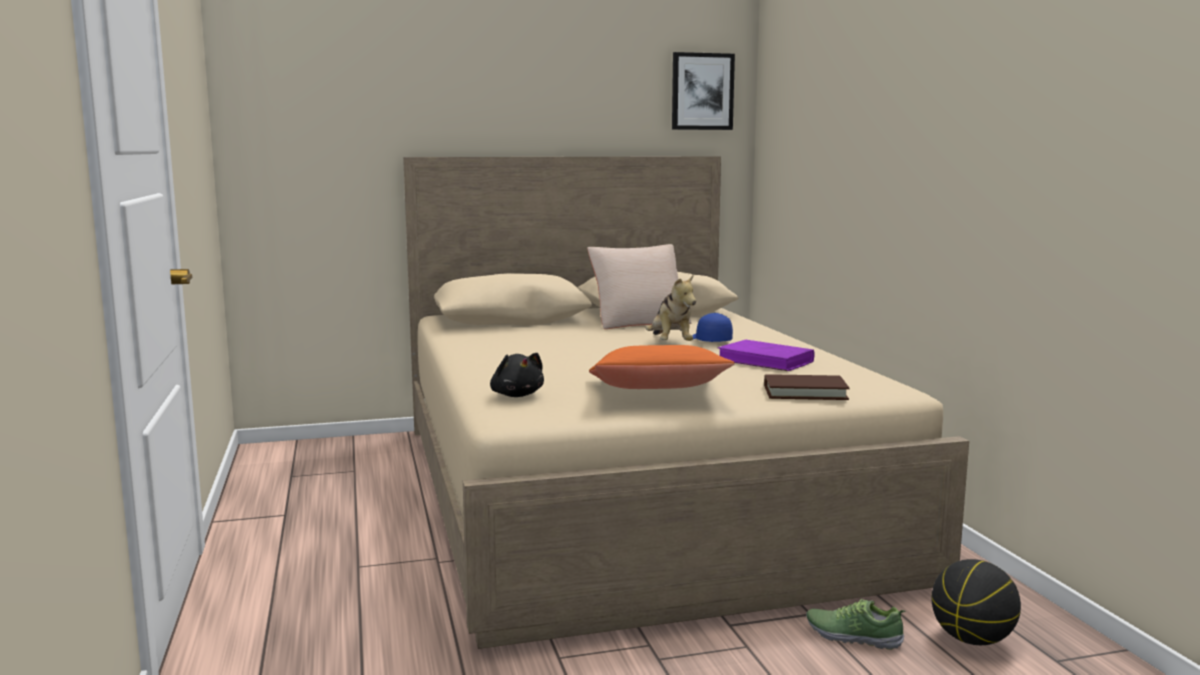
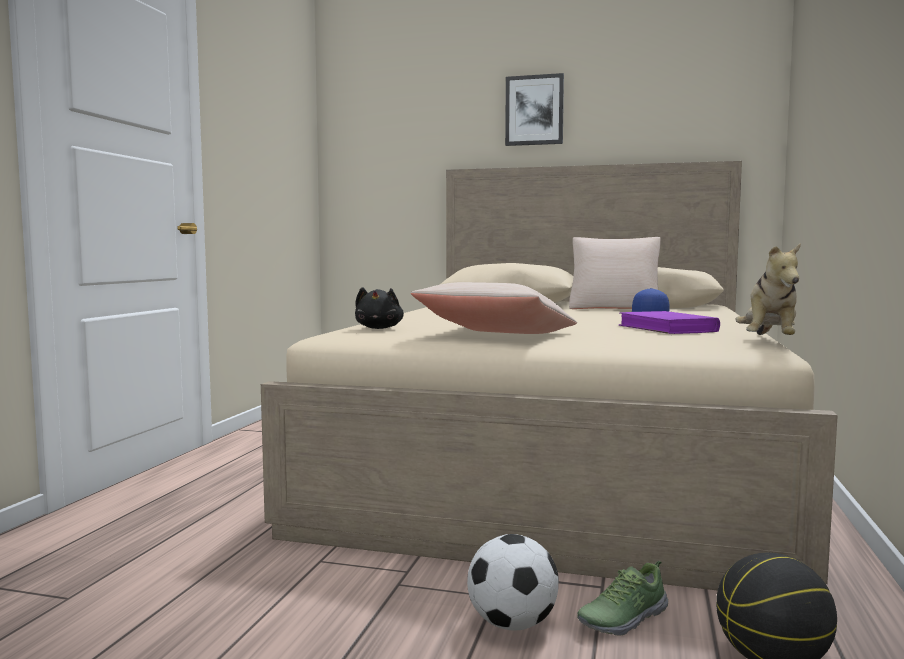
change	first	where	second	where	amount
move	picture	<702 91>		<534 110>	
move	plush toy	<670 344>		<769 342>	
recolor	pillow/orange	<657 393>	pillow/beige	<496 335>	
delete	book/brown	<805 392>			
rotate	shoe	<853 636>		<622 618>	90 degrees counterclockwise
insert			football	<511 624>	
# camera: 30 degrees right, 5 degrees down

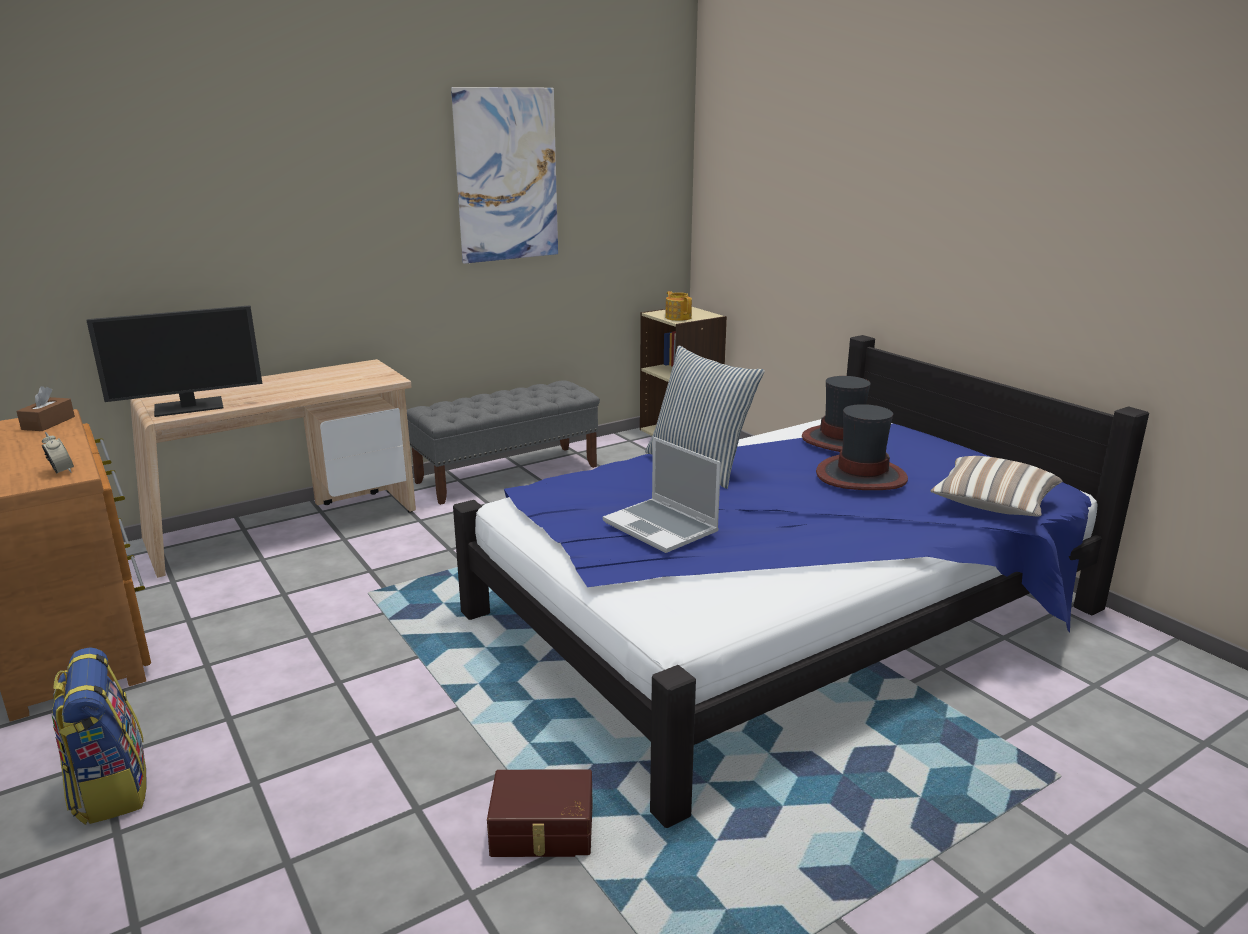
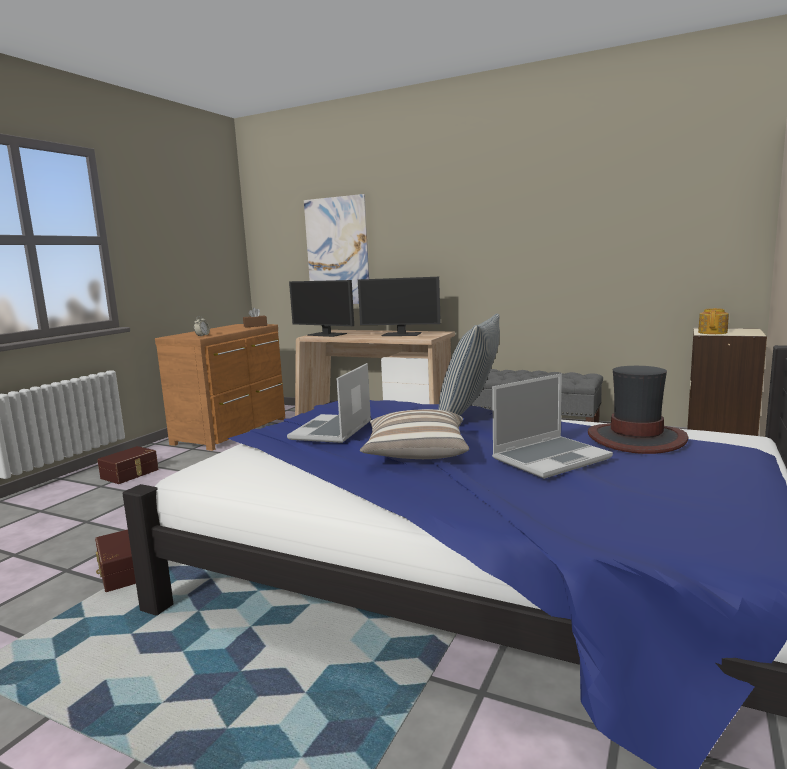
change	first	where	second	where	amount
move	picture	<507 175>		<337 251>	
replace	hat	<860 476>	laptop	<551 458>	
move	pillow	<993 505>		<416 454>	
replace	backpack	<110 788>	storage box/brown	<130 474>	
insert			monitor	<402 334>	
# camera: 60 degrees right, 10 degrees down

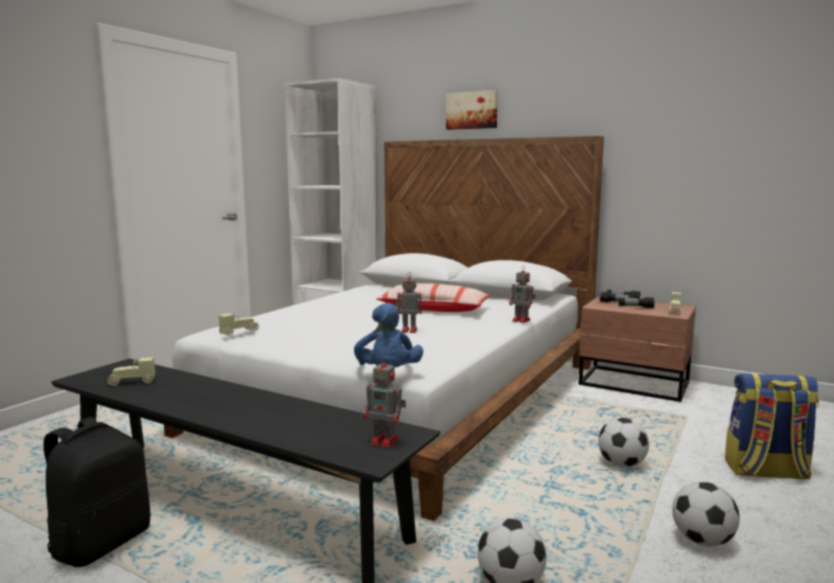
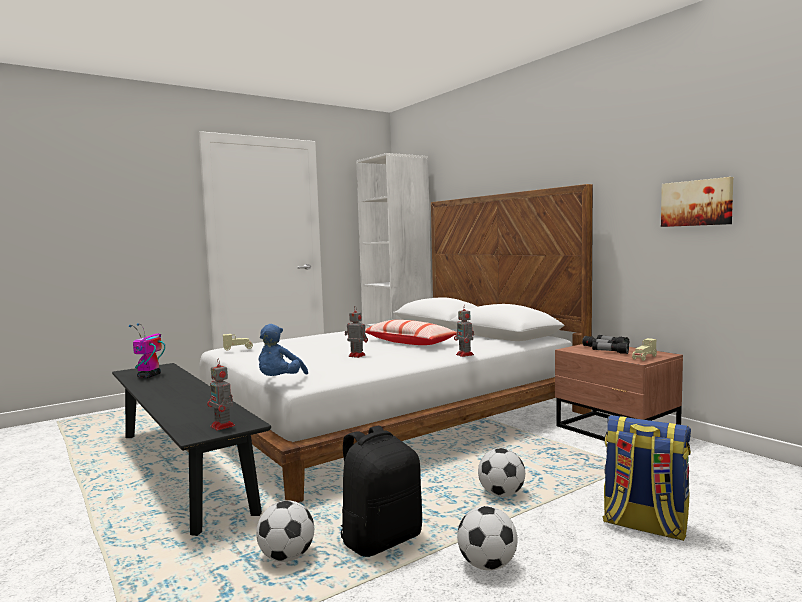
change	first	where	second	where	amount
move	picture	<472 110>		<696 203>	
replace	toy car/beige	<132 382>	toy robot	<149 376>	
move	backpack/black	<101 543>		<381 539>	
# camera: 25 degrees right, 5 degrees down

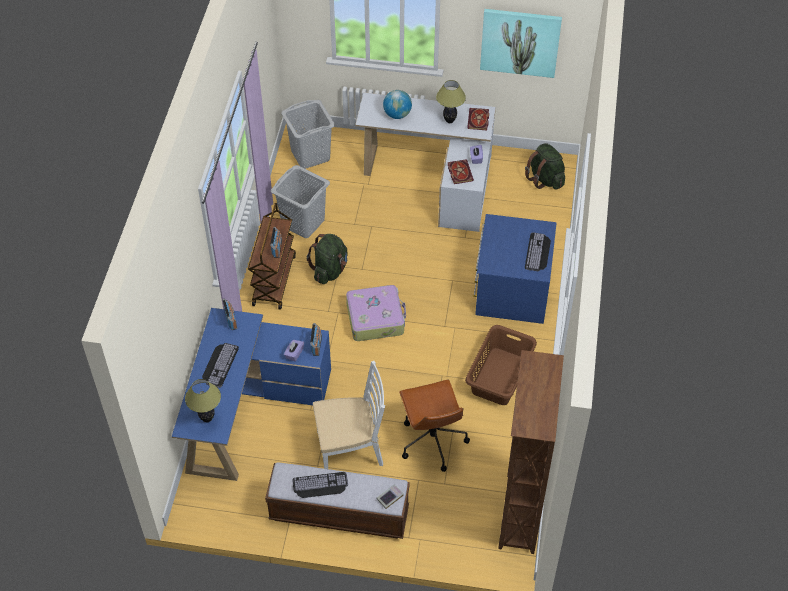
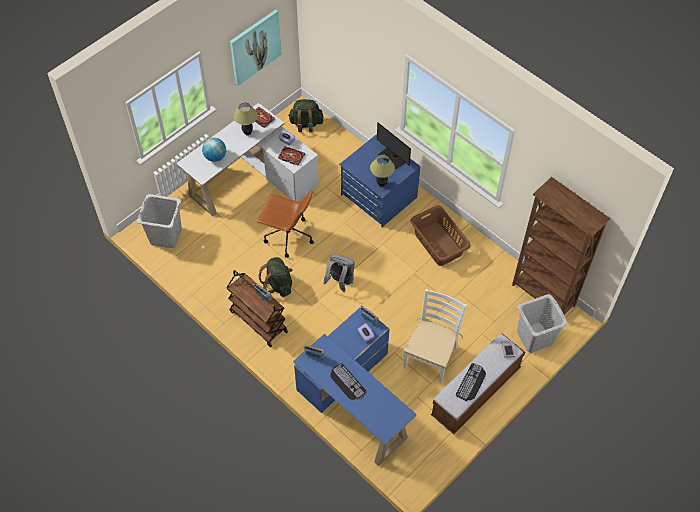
change	first	where	second	where	amount
move	laundry basket/grey	<303 222>		<534 337>	
replace	keyboard	<538 252>	monitor	<393 157>	
replace	suitcase	<375 318>	backpack/grey	<340 282>	
move	table lamp	<207 418>		<381 184>	
move	office chair/brown	<432 440>		<287 236>	
# camera: 55 degrees left, 5 degrees up

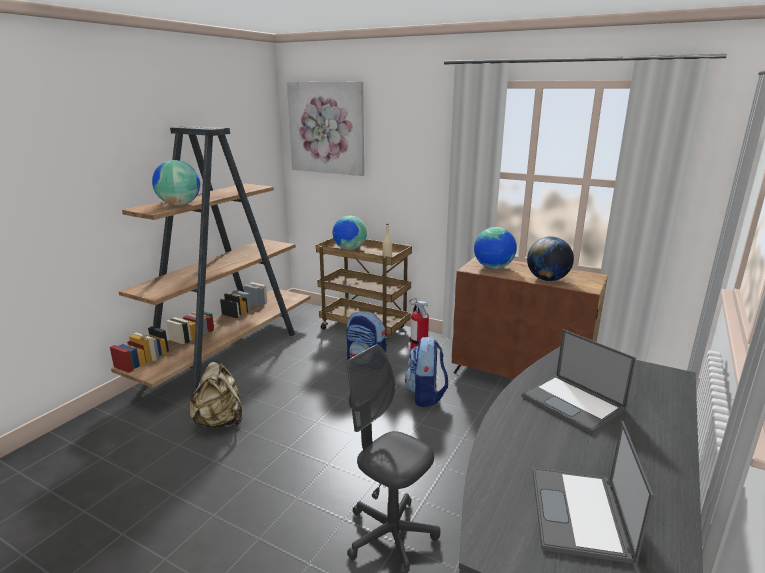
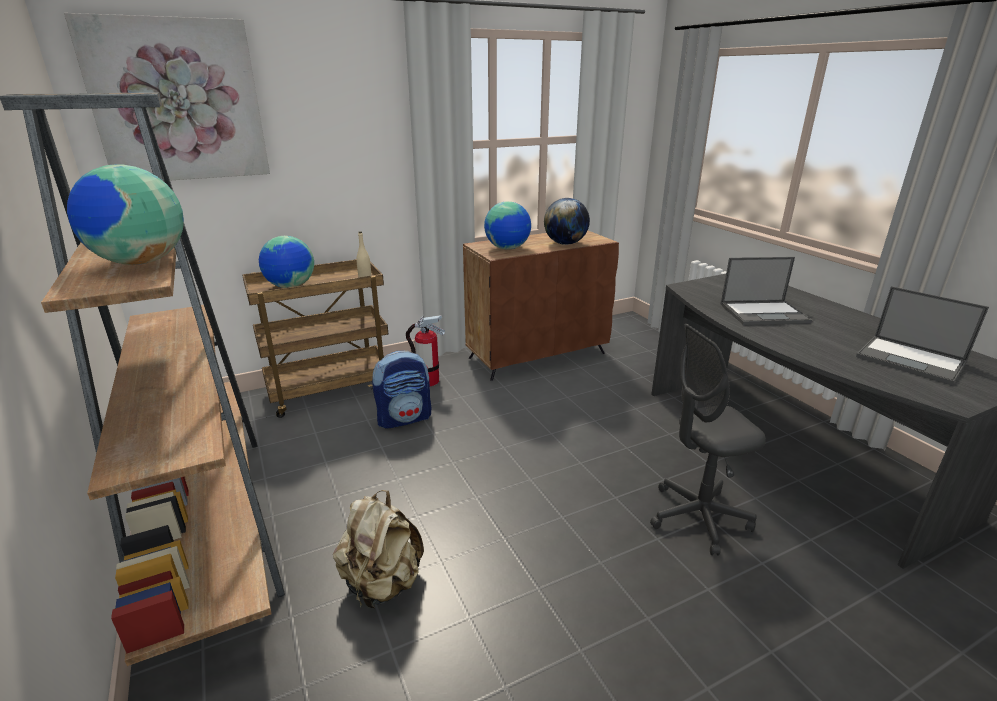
change	first	where	second	where	amount
delete	backpack	<426 395>			
# camera: 55 degrees left, 5 degrees up

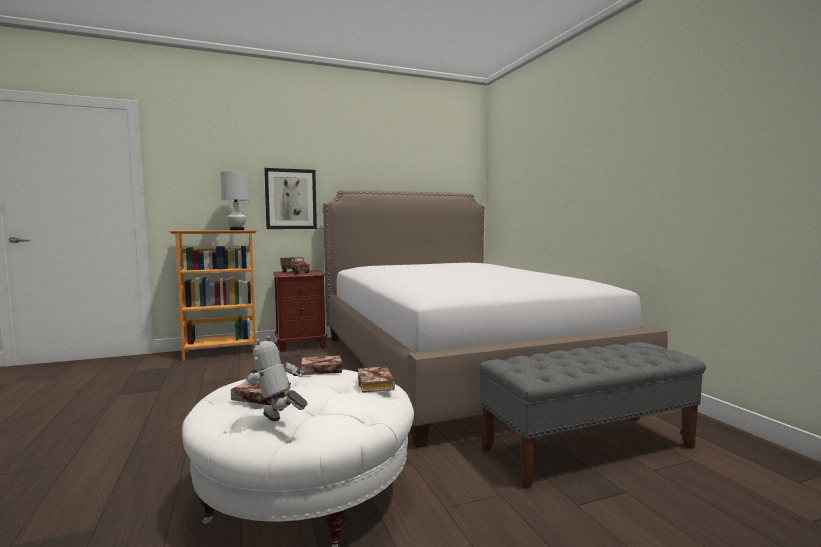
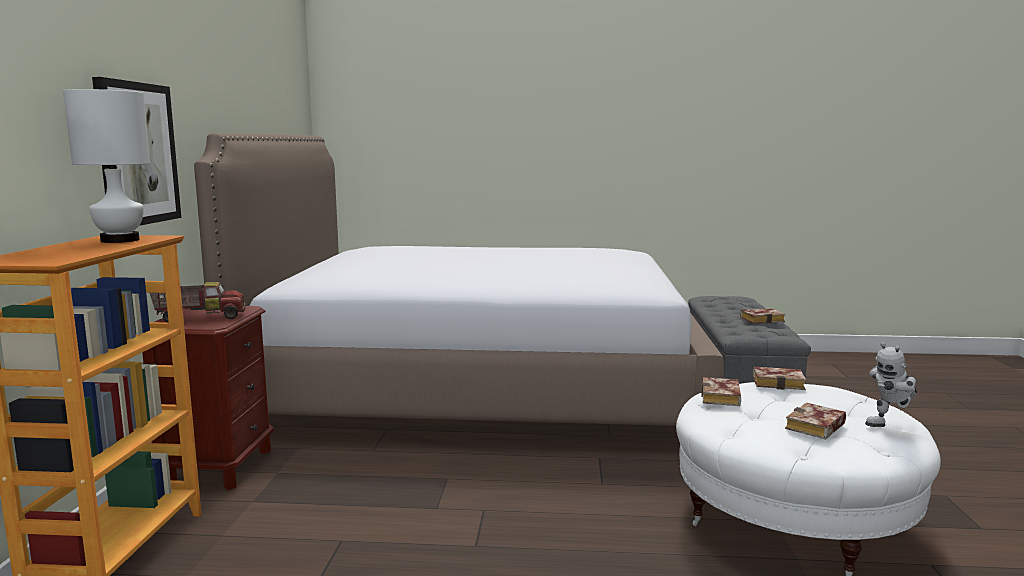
change	first	where	second	where	amount
insert			book	<763 320>	
# camera: 65 degrees left, 5 degrees up

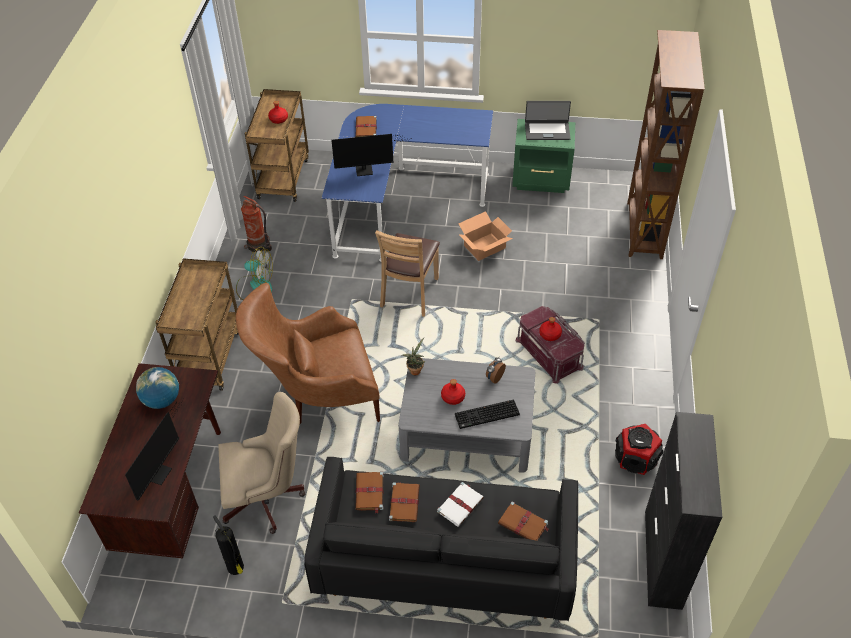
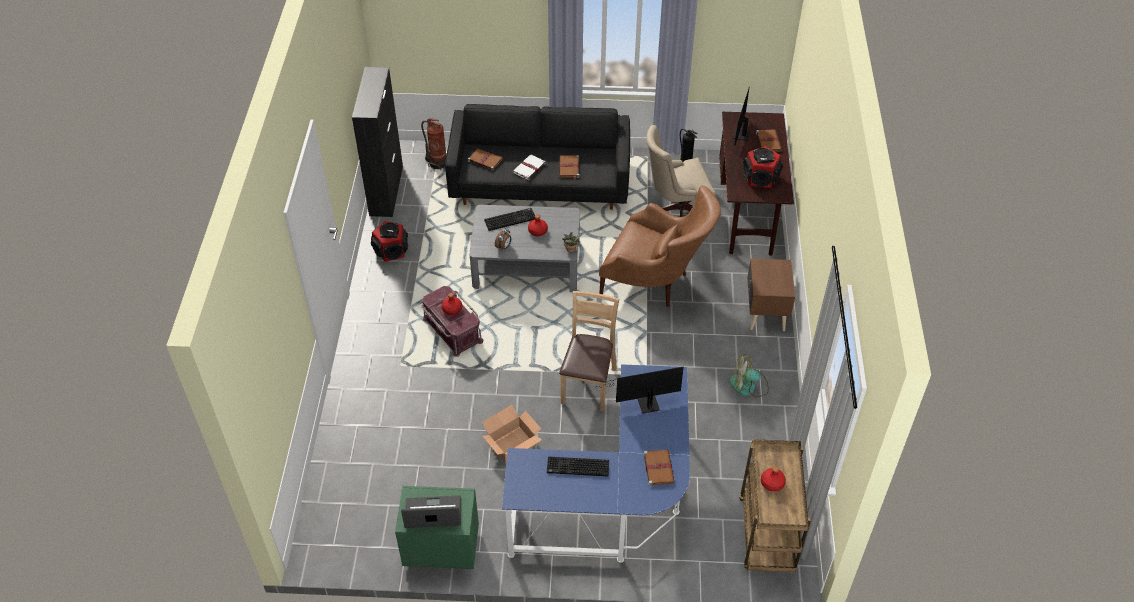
change	first	where	second	where	amount
delete	bookcase/brown	<643 230>			
move	fire extinguisher	<258 246>		<437 162>	
replace	cart/brown	<209 356>	nightstand/brown	<765 313>	
rotate	armchair/brown	<317 397>		<656 284>	45 degrees clockwise
replace	globe	<162 400>	speaker	<761 178>	
move	book/brown	<369 493>		<768 141>	
insert			keyboard	<577 468>	
# camera: 175 degrees right, 0 degrees up

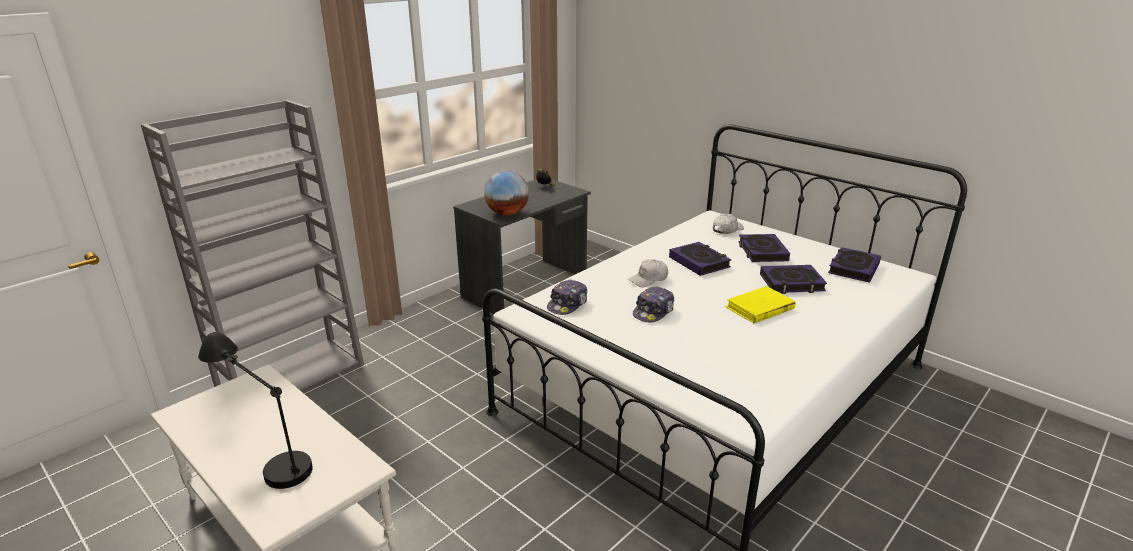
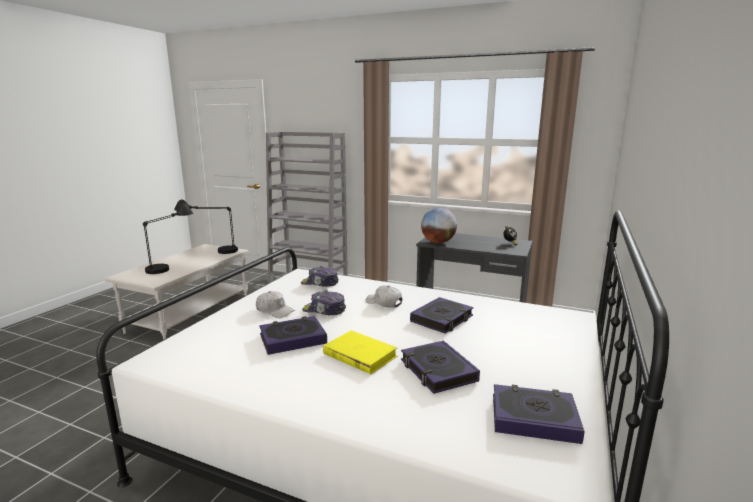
change	first	where	second	where	amount
move	cap/white	<727 229>		<275 311>	
move	book	<762 252>		<293 339>	
insert			table lamp/black	<210 251>	
# camera: 70 degrees right, 10 degrees down

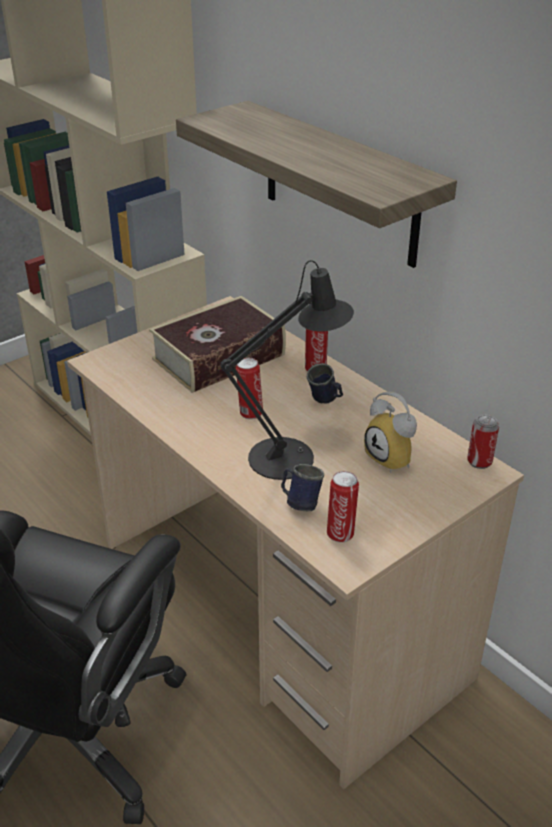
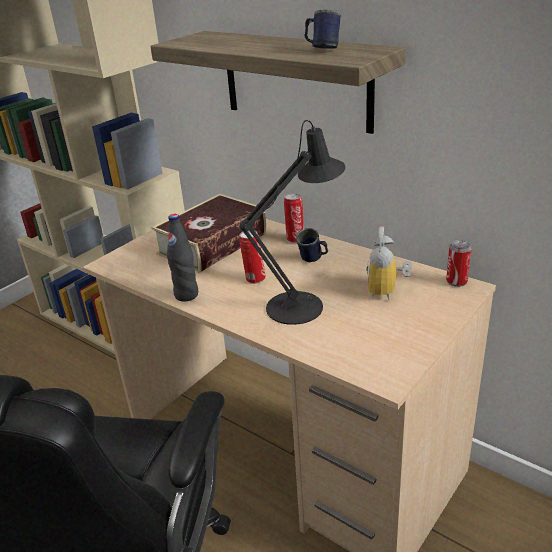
change	first	where	second	where	amount
rotate	alarm clock	<394 459>		<388 291>	60 degrees clockwise
move	mug/blue	<300 502>		<322 49>	
delete	can	<341 533>			
insert			bottle/black	<186 295>	
# camera: 10 degrees left, 5 degrees down

